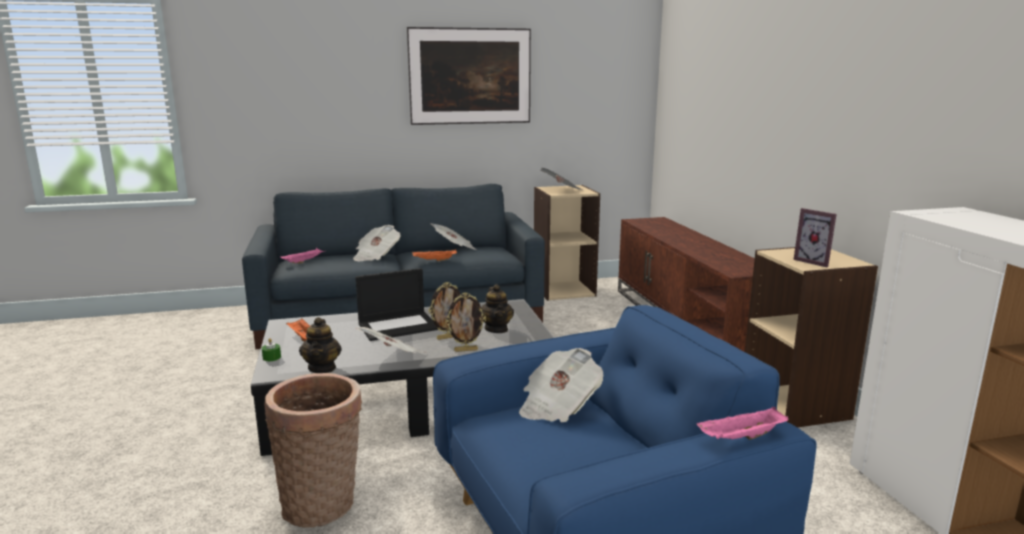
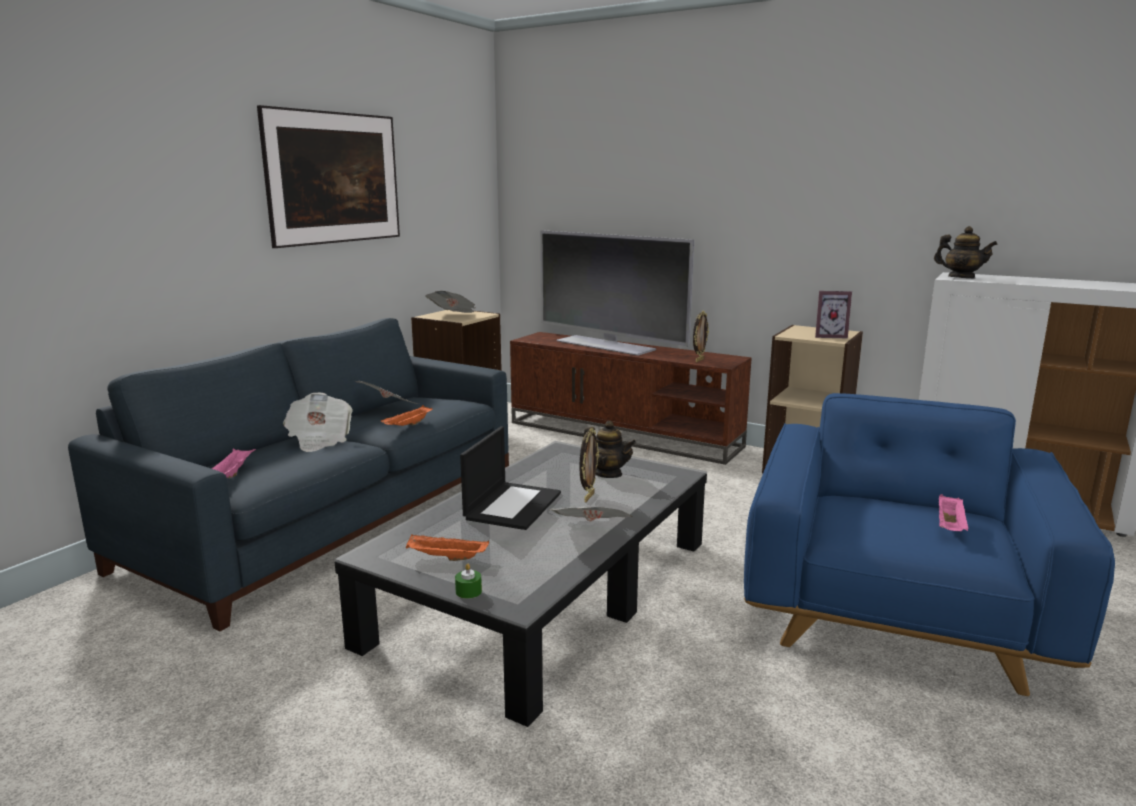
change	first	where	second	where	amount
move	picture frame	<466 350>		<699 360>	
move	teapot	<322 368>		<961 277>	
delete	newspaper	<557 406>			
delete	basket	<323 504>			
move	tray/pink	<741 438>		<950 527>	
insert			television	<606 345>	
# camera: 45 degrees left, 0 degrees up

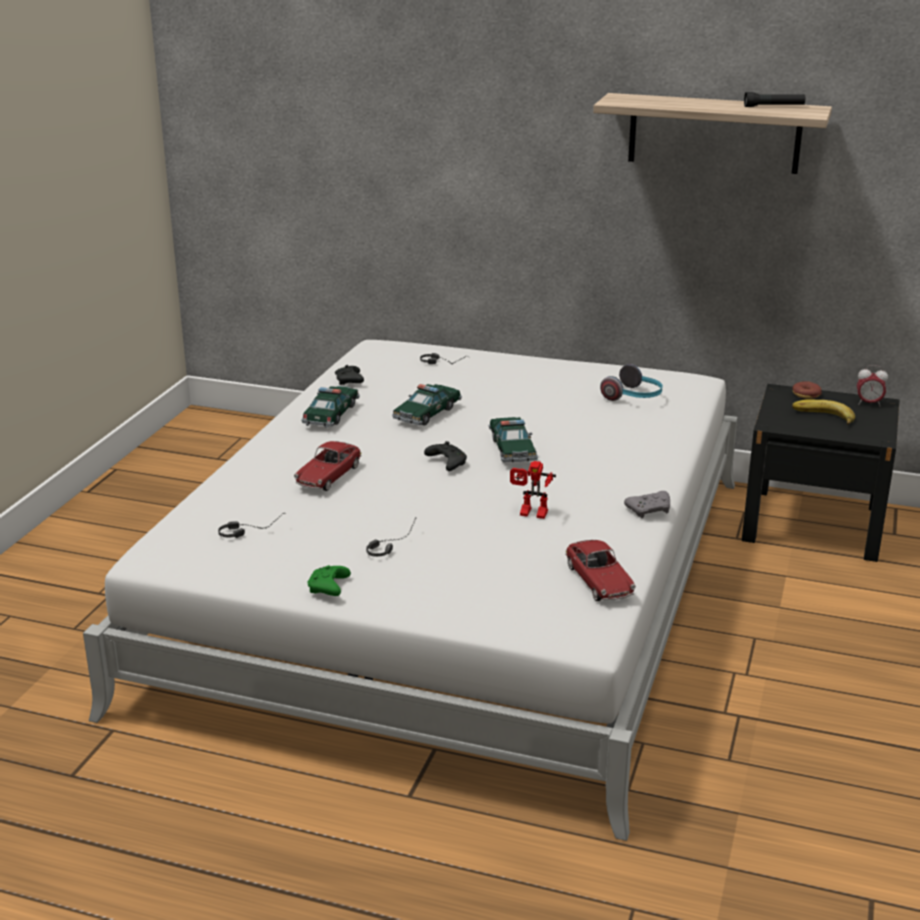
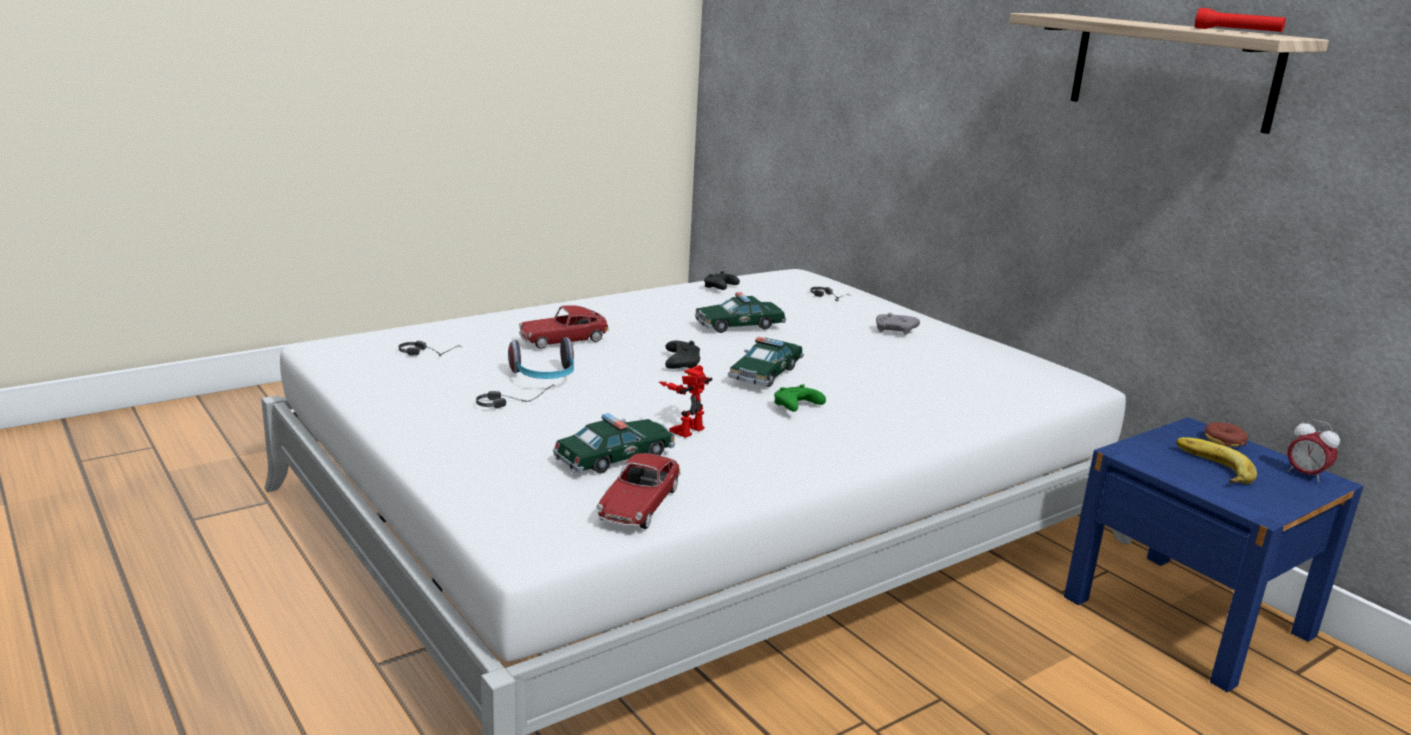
change	first	where	second	where	amount
recolor	flashlight/black	<774 106>	flashlight/red	<1237 31>	
move	headphones	<634 397>		<544 377>	
recolor	nightstand/black	<813 523>	nightstand/blue	<1187 616>	
move	toy car	<331 414>		<615 458>	
rotate	toy robot	<531 514>		<684 427>	75 degrees clockwise
move	game controller/grey	<650 510>		<895 331>	
move	game controller/green	<329 589>		<796 407>	
# camera: 35 degrees right, 5 degrees down

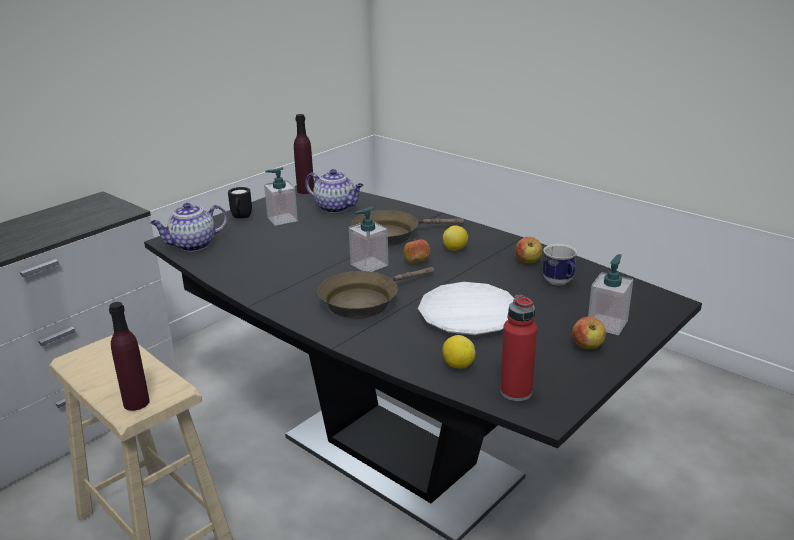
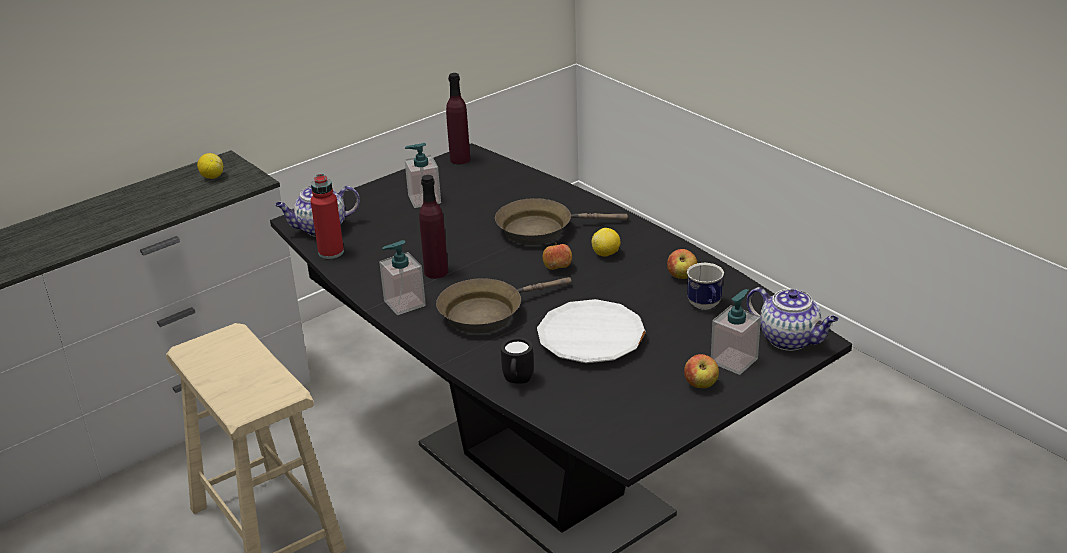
change	first	where	second	where	amount
move	teapot	<336 208>		<790 339>	
move	mug/black	<241 218>		<517 382>	
move	soap dispenser	<369 265>		<404 303>	
move	bottle/red	<516 392>		<331 252>	
move	bottle/purple	<136 402>		<436 272>	
move	lemon	<458 365>		<212 177>	
# camera: 10 degrees right, 5 degrees up

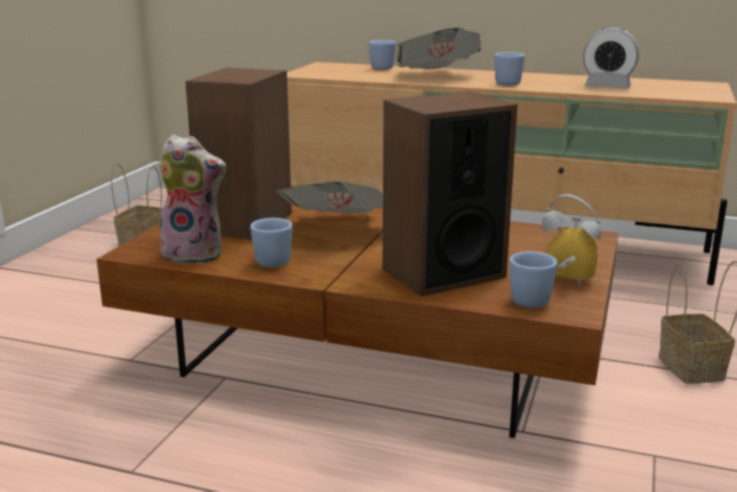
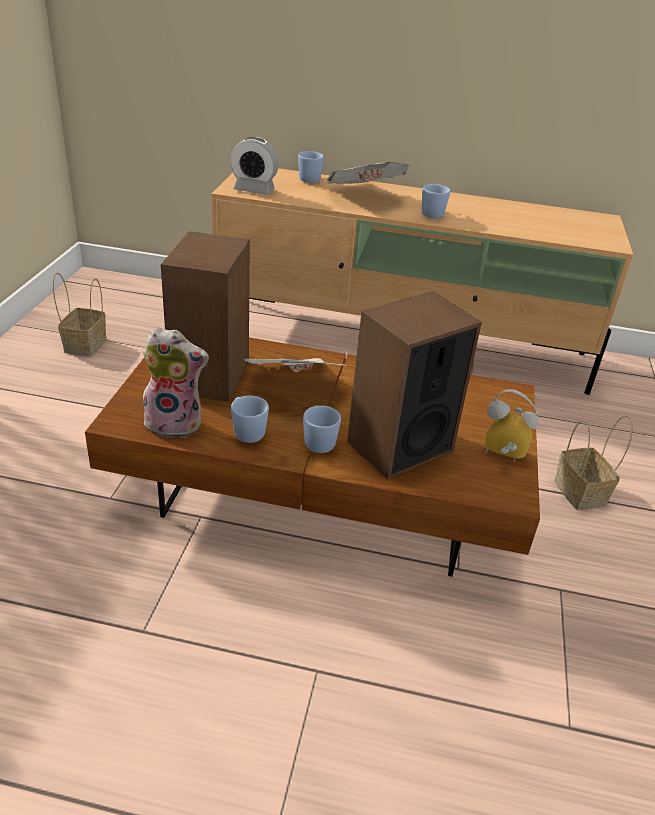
change	first	where	second	where	amount
move	alarm clock	<607 87>		<254 190>	
move	mug/blue	<528 299>		<318 441>	
# camera: 10 degrees left, 15 degrees up

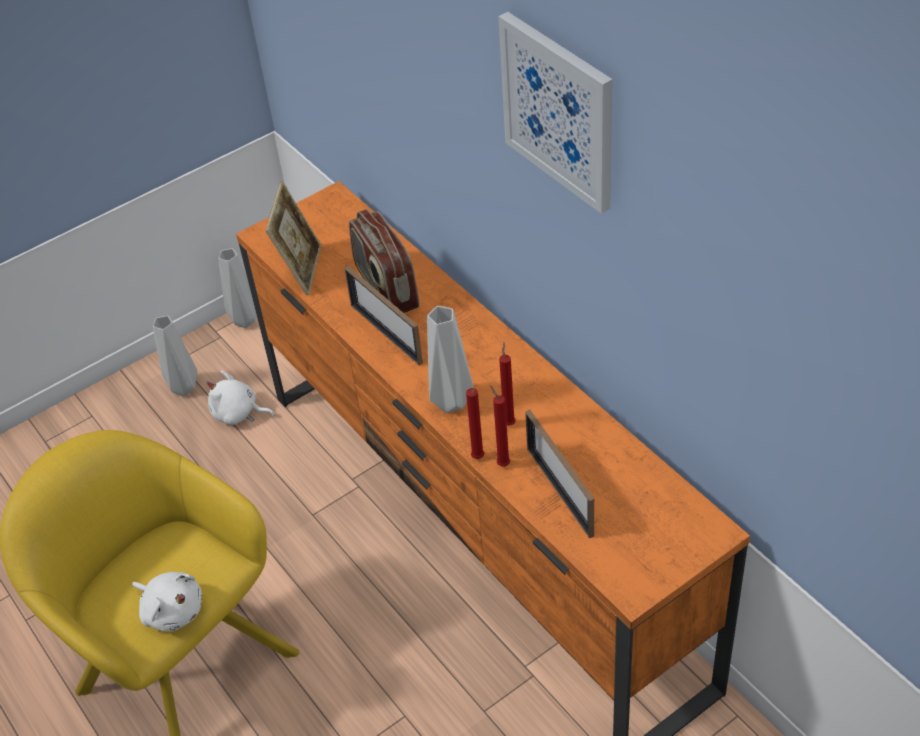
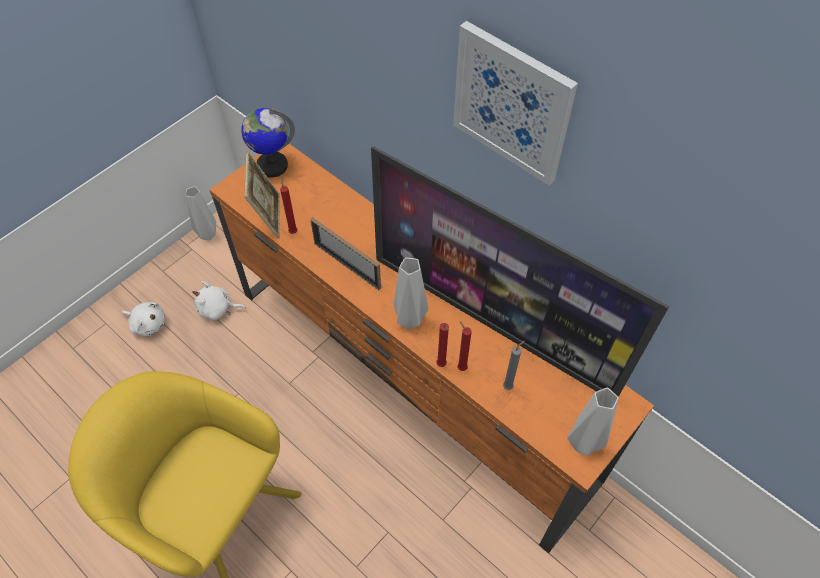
change	first	where	second	where	amount
delete	radio	<385 288>			
move	vase/grey	<184 389>		<585 443>	
move	candle/red	<509 422>		<293 231>	
replace	picture frame	<559 491>	candle/grey	<509 386>	
move	plush toy/white	<172 610>		<148 324>	
insert			globe	<272 165>	
insert			television	<493 323>	
# camera: 15 degrees left, 10 degrees up

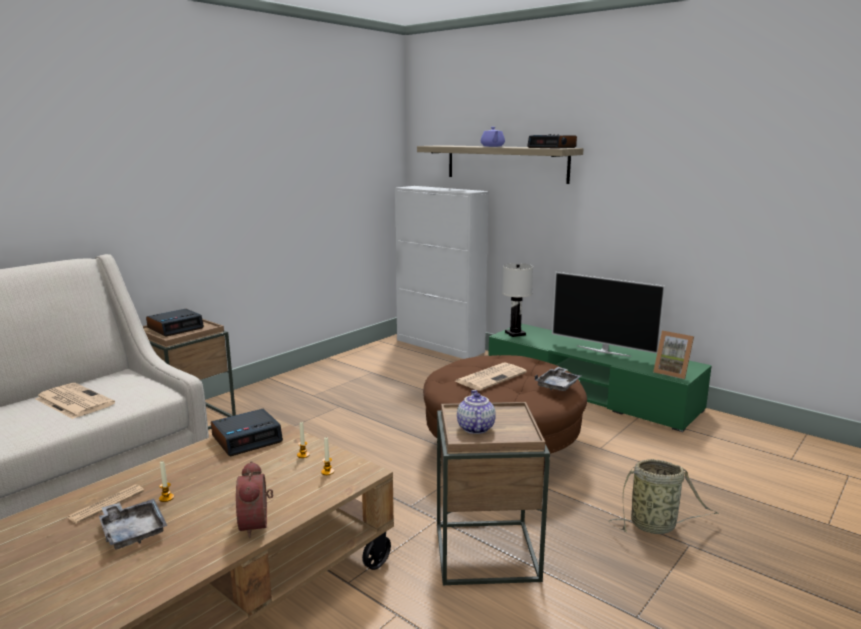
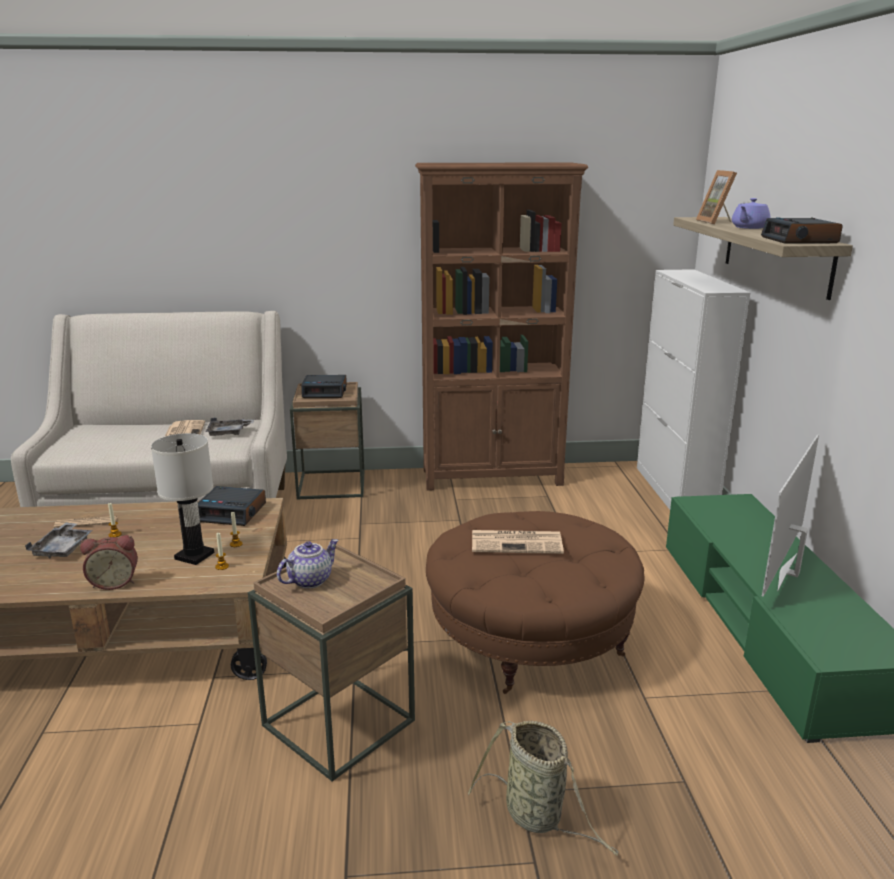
change	first	where	second	where	amount
move	table lamp/white	<515 334>		<194 556>	
rotate	television	<603 351>		<789 572>	45 degrees clockwise
move	picture frame	<672 372>		<717 222>	
move	tray/grey	<558 385>		<229 433>	
rotate	alarm clock	<257 524>		<115 582>	135 degrees counterclockwise
insert			bookcase/brown	<493 477>	
# camera: 45 degrees right, 5 degrees up

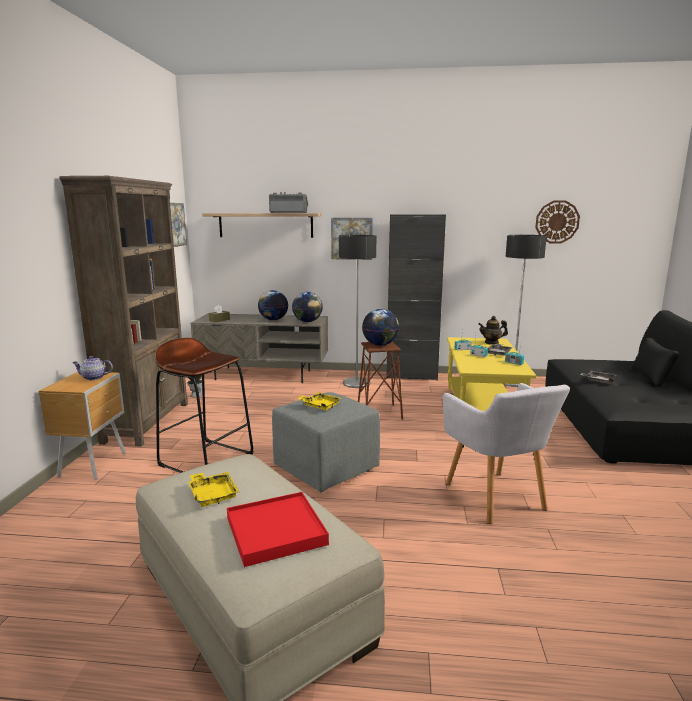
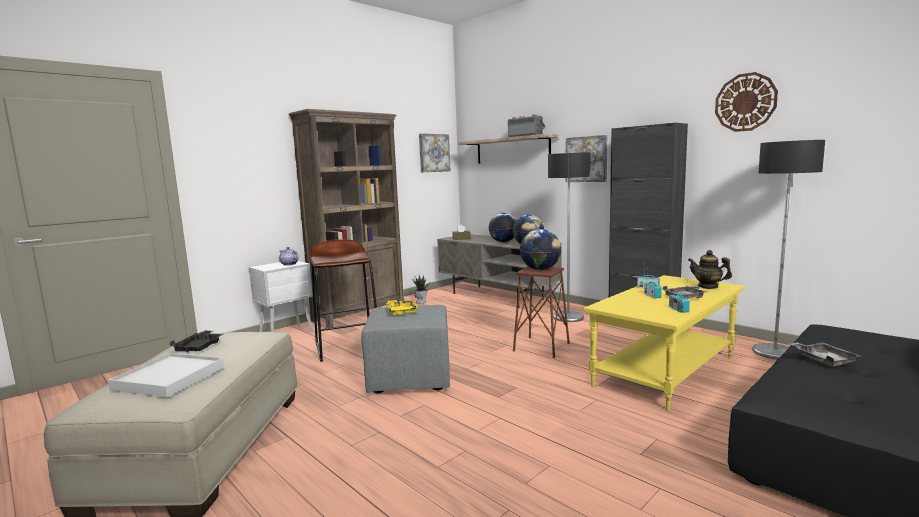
change	first	where	second	where	amount
move	wall clock	<557 222>		<745 102>	
recolor	nightstand/brown	<94 464>	nightstand/white	<287 332>	
delete	armchair/grey	<497 499>			
recolor	tray/yellow	<213 495>	tray/black	<200 347>	
recolor	tray/red	<276 531>	tray/white	<169 378>	
# camera: 40 degrees right, 5 degrees down

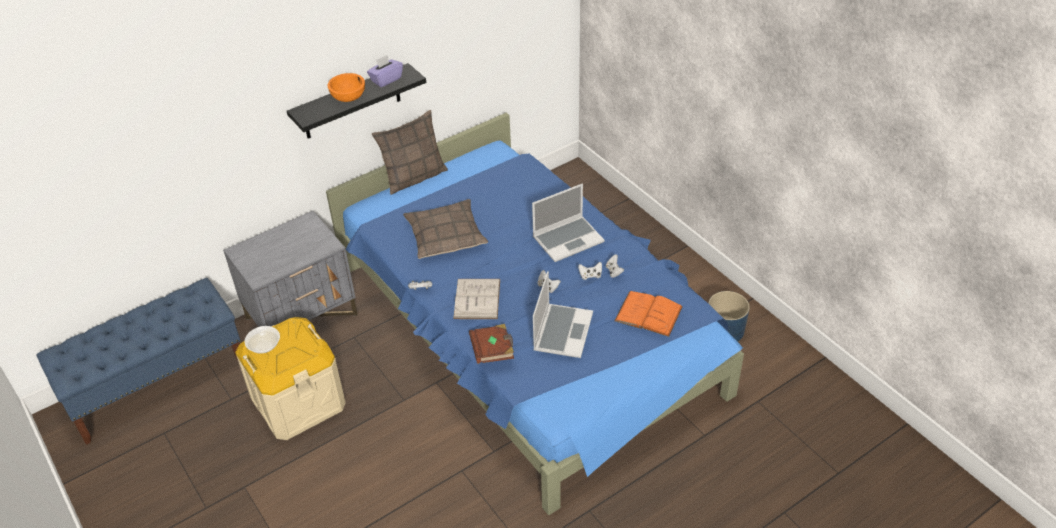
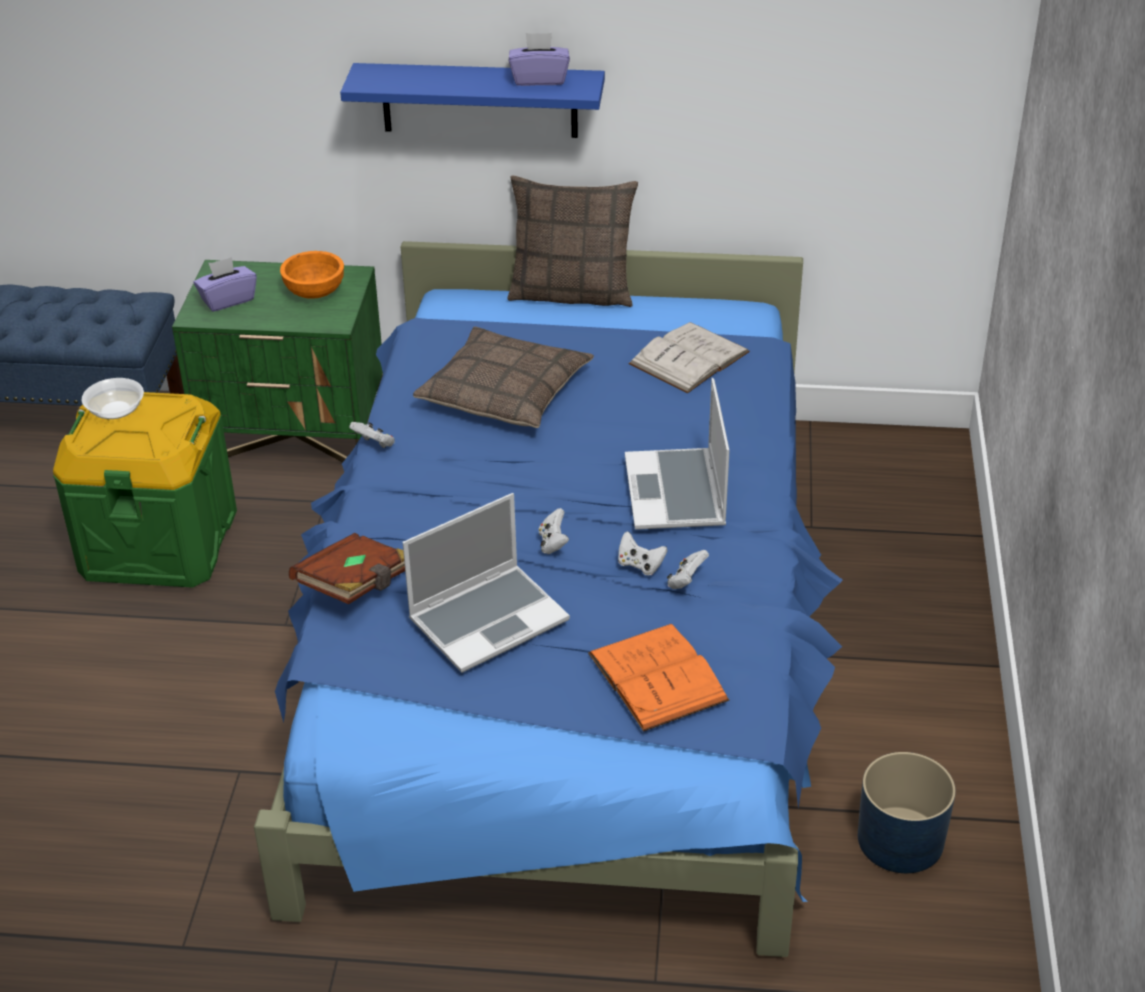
change	first	where	second	where	amount
recolor	shelf/black	<351 102>	shelf/blue	<479 100>	
move	bowl/orange	<348 97>		<314 292>	
rotate	laptop	<568 239>		<677 493>	75 degrees clockwise
recolor	nightstand/grey	<302 316>	nightstand/green	<296 437>	
move	book/white	<477 299>		<689 358>	
recolor	storage box/beige	<298 402>	storage box/green	<159 542>	
insert			tissue box/purple	<227 300>	
# camera: 40 degrees right, 5 degrees down

